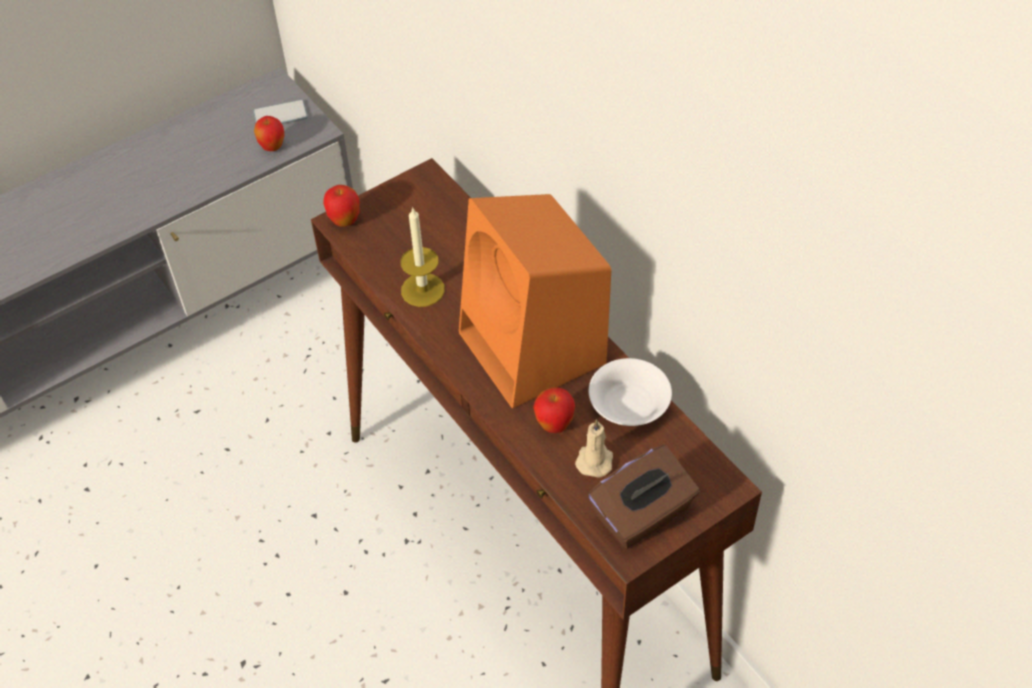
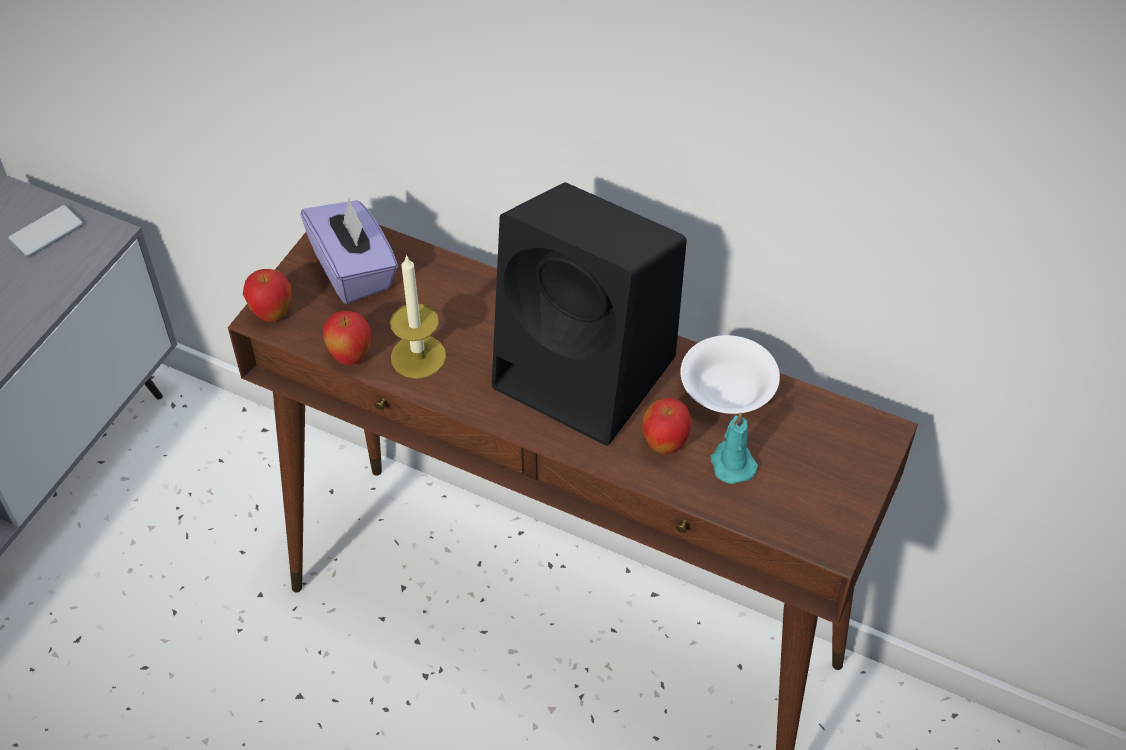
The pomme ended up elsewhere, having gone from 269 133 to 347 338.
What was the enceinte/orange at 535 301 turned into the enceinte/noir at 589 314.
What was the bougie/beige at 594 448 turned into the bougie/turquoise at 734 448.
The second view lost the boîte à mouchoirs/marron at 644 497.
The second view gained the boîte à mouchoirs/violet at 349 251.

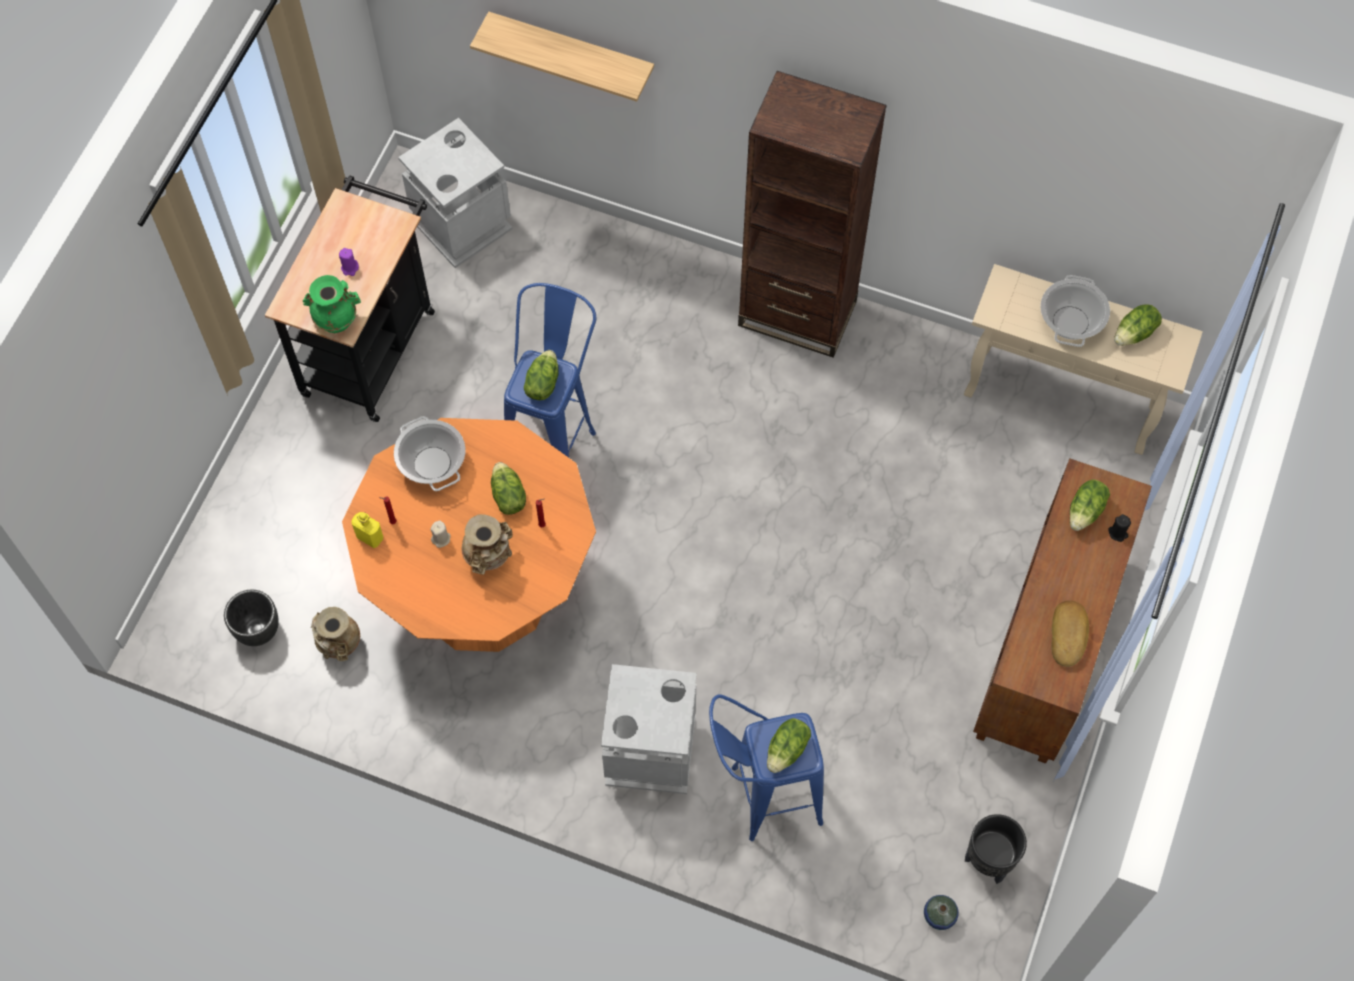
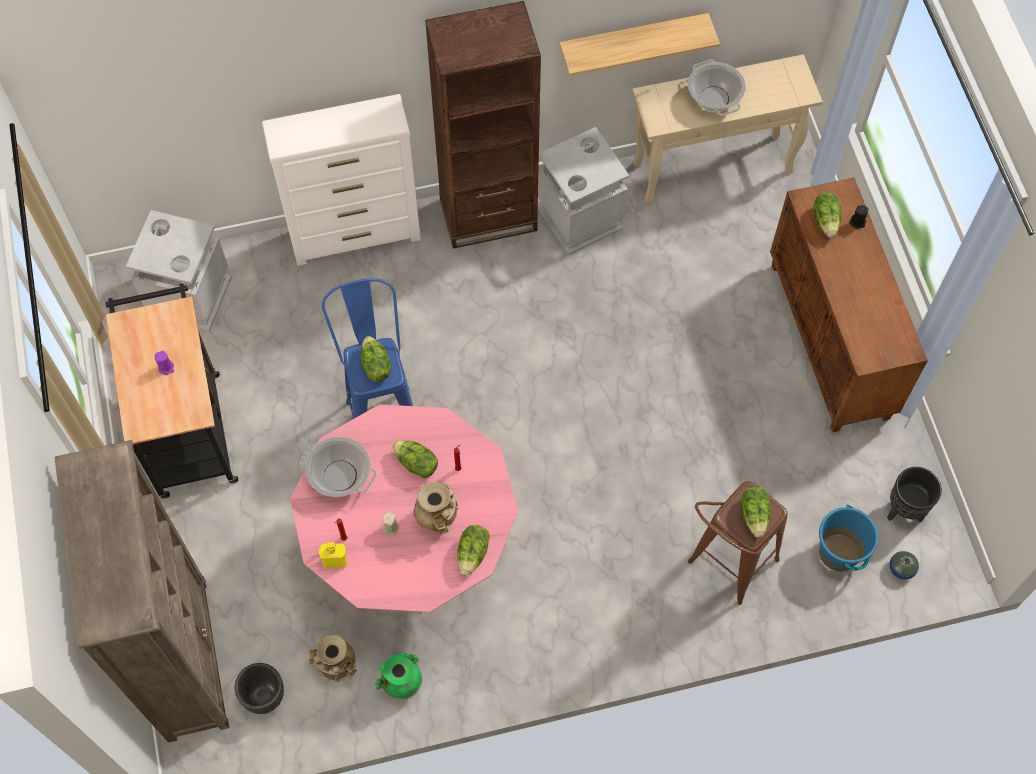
The étagère ended up elsewhere, having gone from 562 57 to 639 44.
The vase/vert ended up elsewhere, having gone from 332 304 to 398 676.
The laitue ended up elsewhere, having gone from 1138 325 to 473 550.
What was the table à manger/orange at 469 535 turned into the table à manger/rose at 404 508.
The second view lost the pain at 1070 633.
The poubelle/gris ended up elsewhere, having gone from 649 729 to 583 191.
What was the tabouret/bleu at 766 767 turned into the tabouret/marron at 738 543.
The second view gained the commode/blanc at 341 180.
The second view gained the bibliothèque/marron at 142 591.
The second view gained the seau/bleu at 849 538.

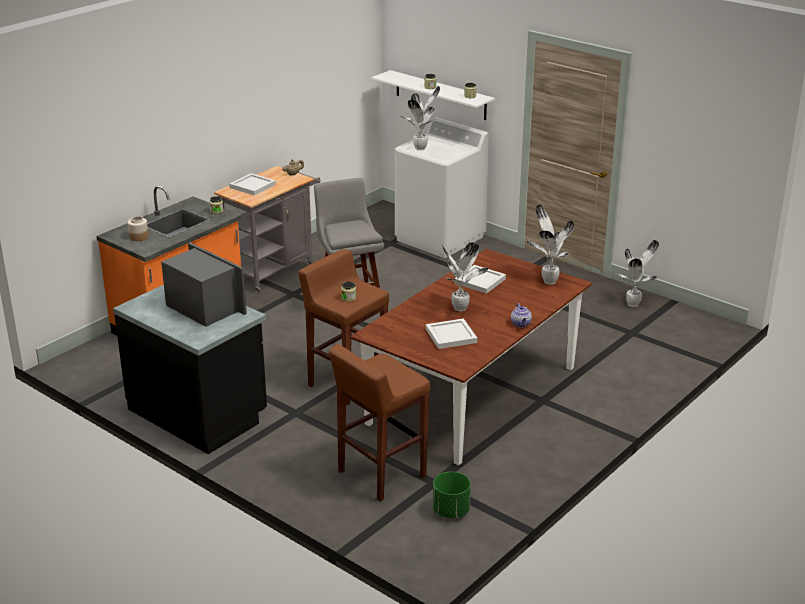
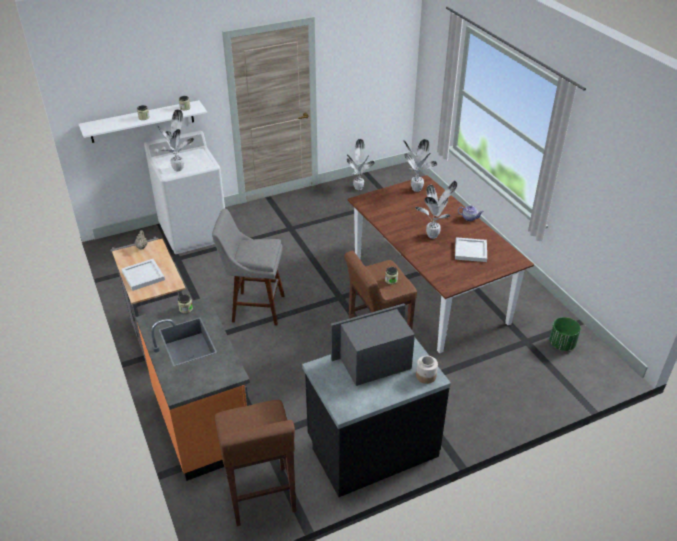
The bocal ended up elsewhere, having gone from 138 228 to 427 370.
The second view lost the plateau/blanc at 480 279.
The tabouret/marron ended up elsewhere, having gone from 380 422 to 255 463.

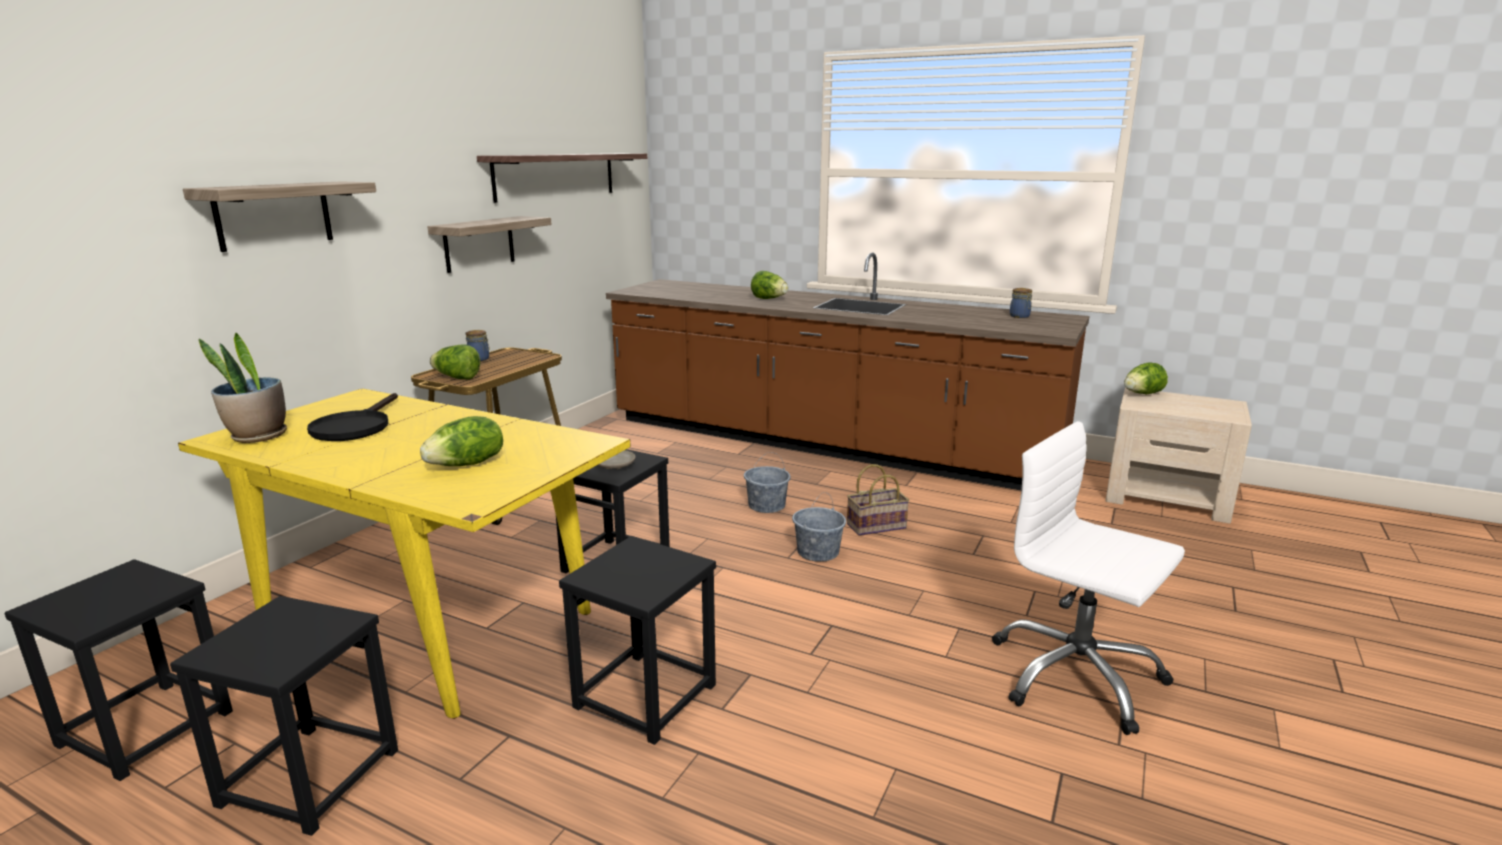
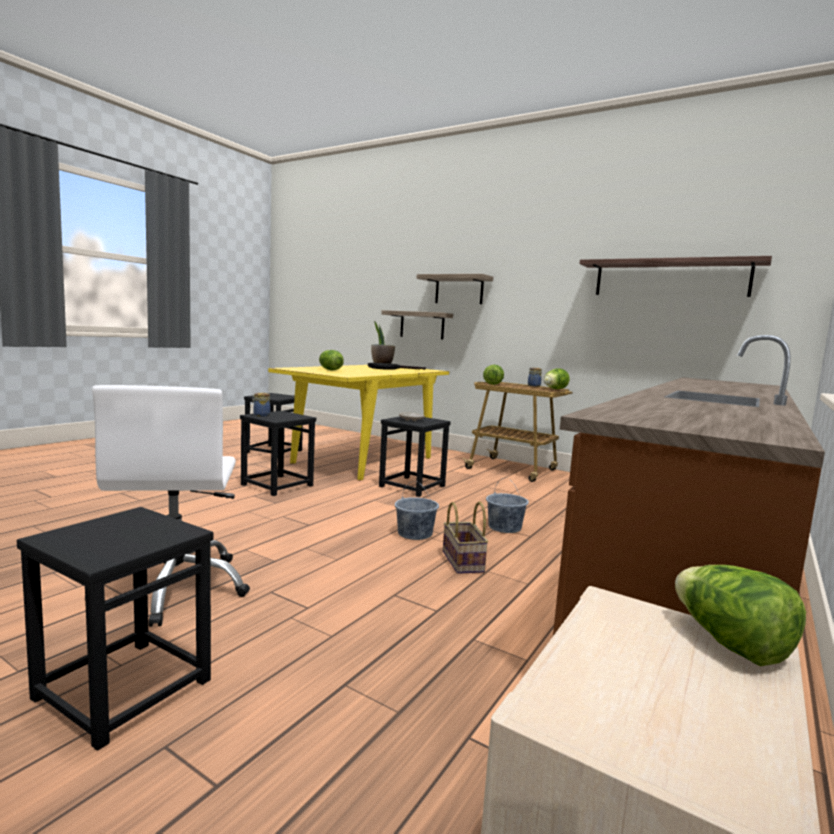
The étagère ended up elsewhere, having gone from 489 244 to 417 324.
The laitue ended up elsewhere, having gone from 769 285 to 556 379.
The bocal ended up elsewhere, having gone from 1021 303 to 261 404.
The chaise de bureau/blanc at 1088 578 ended up facing another way, 120 degrees clockwise from before.
The tabouret/noir ended up elsewhere, having gone from 118 670 to 115 629.

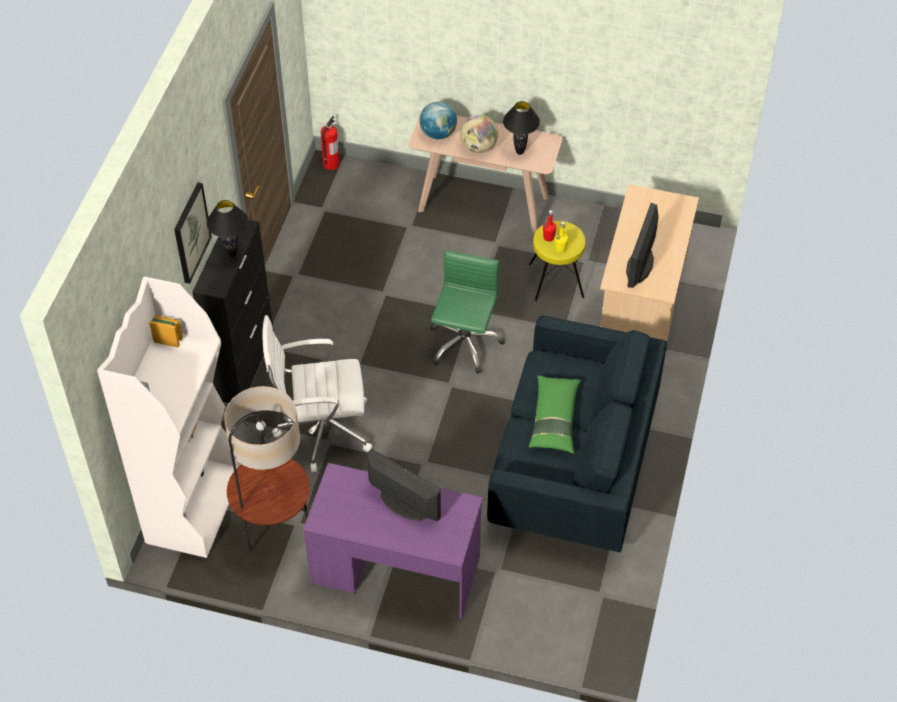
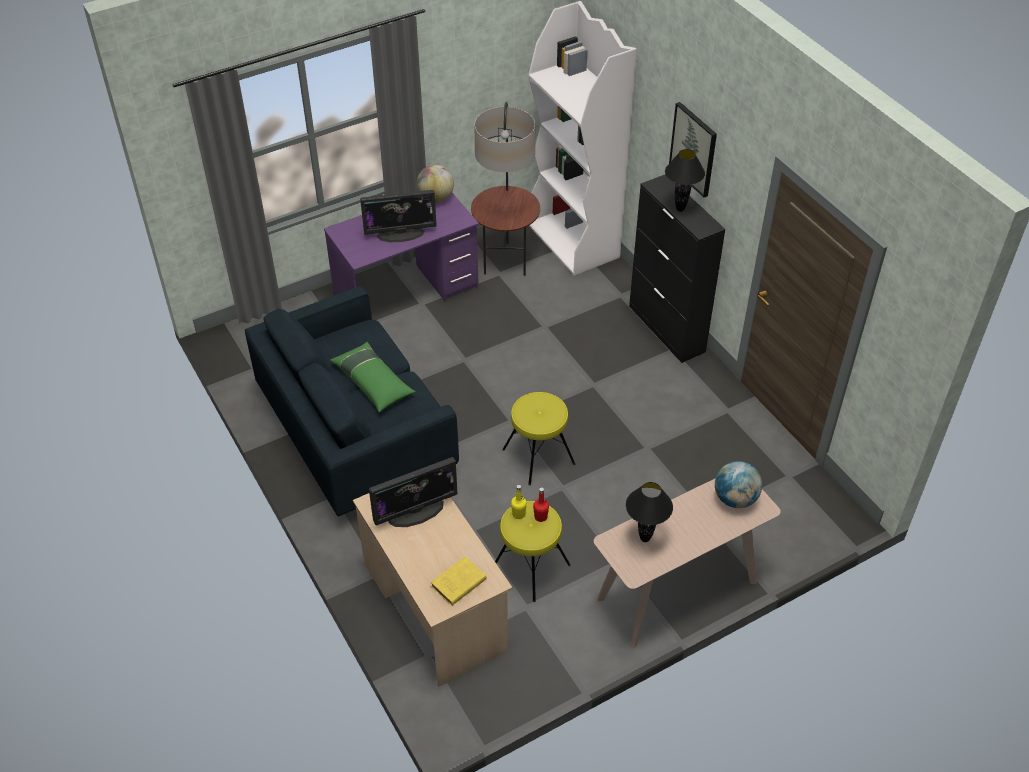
The globe ended up elsewhere, having gone from 479 134 to 435 184.
The second view lost the extincteur at 330 143.
The écran d'ordinateur at 642 245 ended up facing another way, 90 degrees clockwise from before.
Where the chaise de bureau/vert stood at 467 312, the tabouret/jaune came to stand at 538 439.
The second view lost the chaise de bureau/blanc at 317 393.
The second view gained the livre/jaune at 459 581.

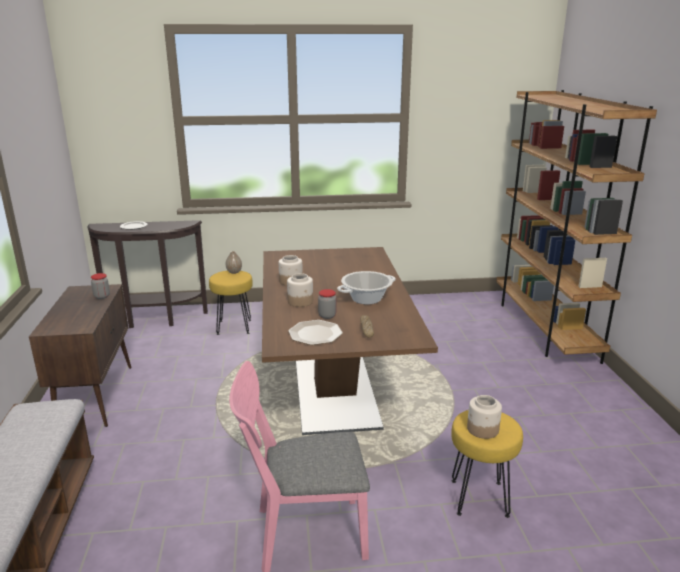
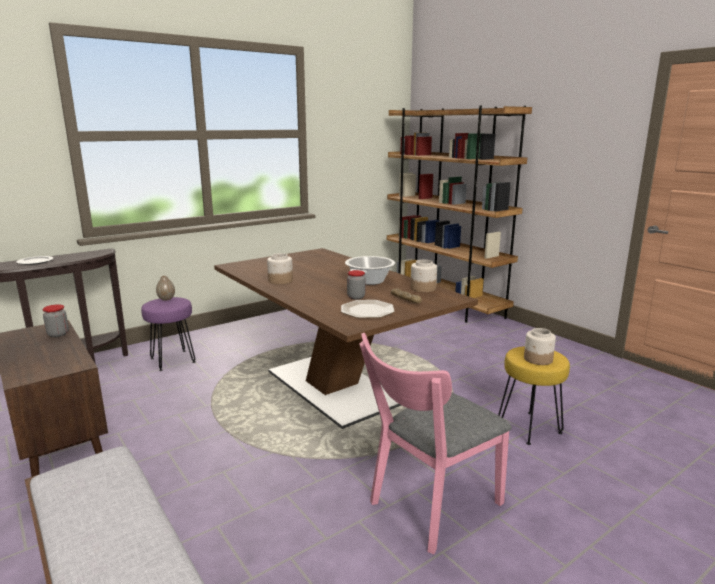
What was the tabouret/jaune at 231 302 turned into the tabouret/violet at 168 334.
The bocal ended up elsewhere, having gone from 300 290 to 423 276.

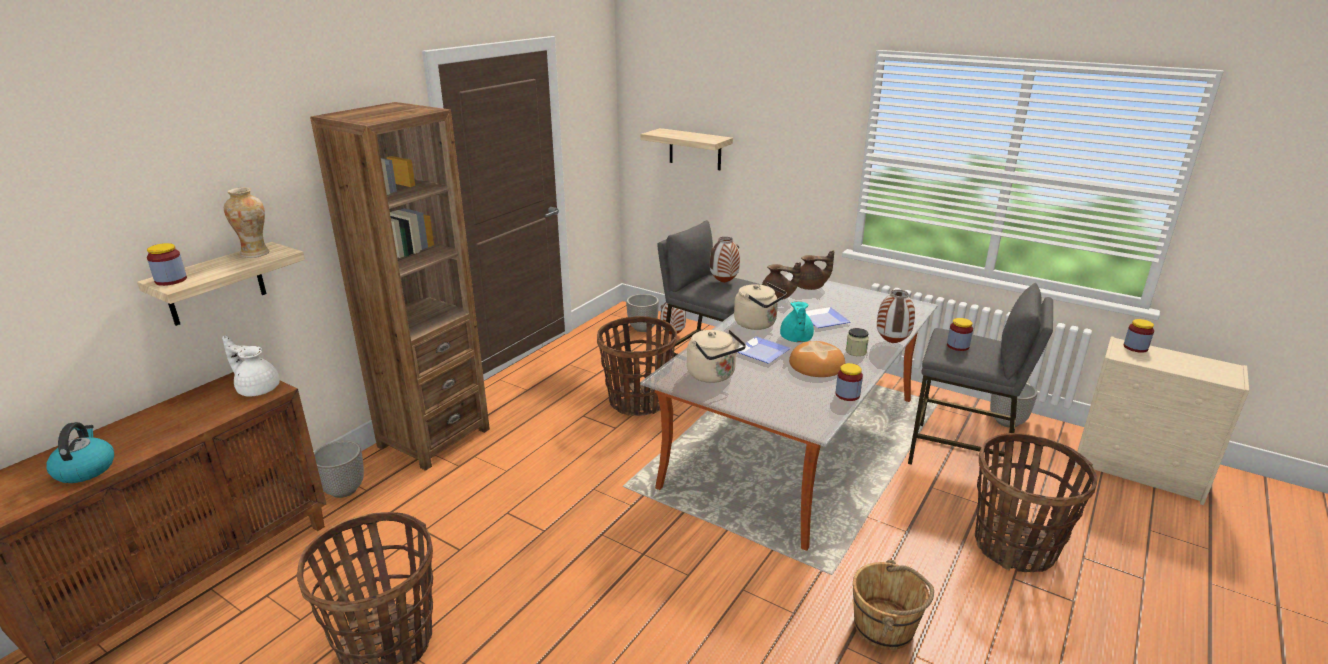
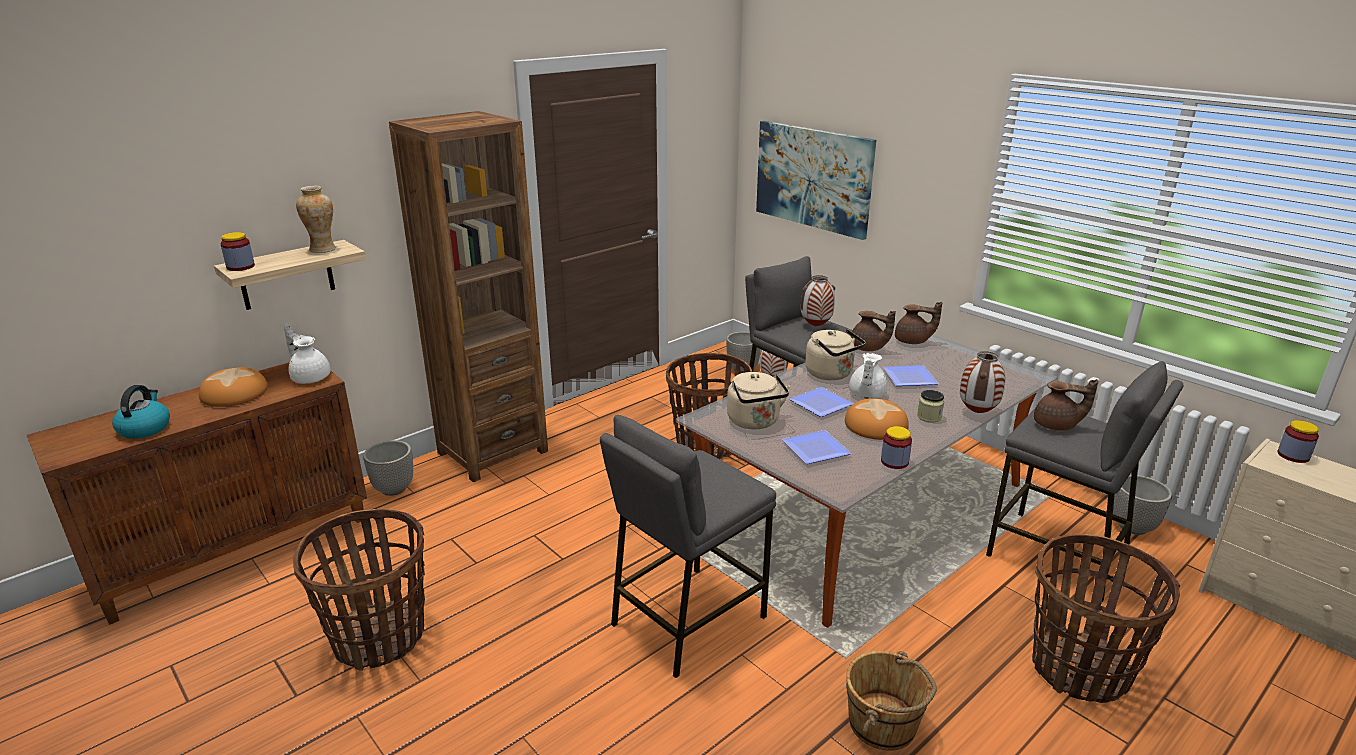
Where the étagère hung at 686 149, the tableau came to hang at 816 180.
What was the théière/turquoise at 797 321 turned into the théière/blanc at 868 376.
Where the bocal stood at 960 334, the théière/marron came to stand at 1066 405.
The second view gained the pain at 233 387.
The second view gained the tabouret/gris at 688 546.
The second view gained the assiette at 817 447.

